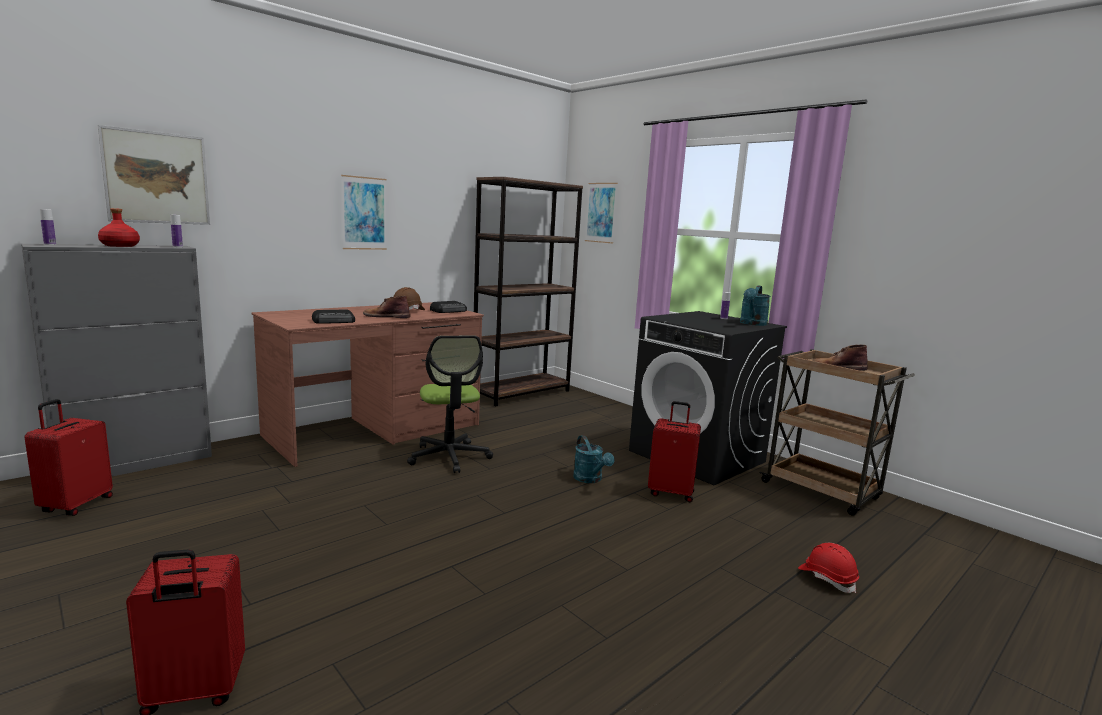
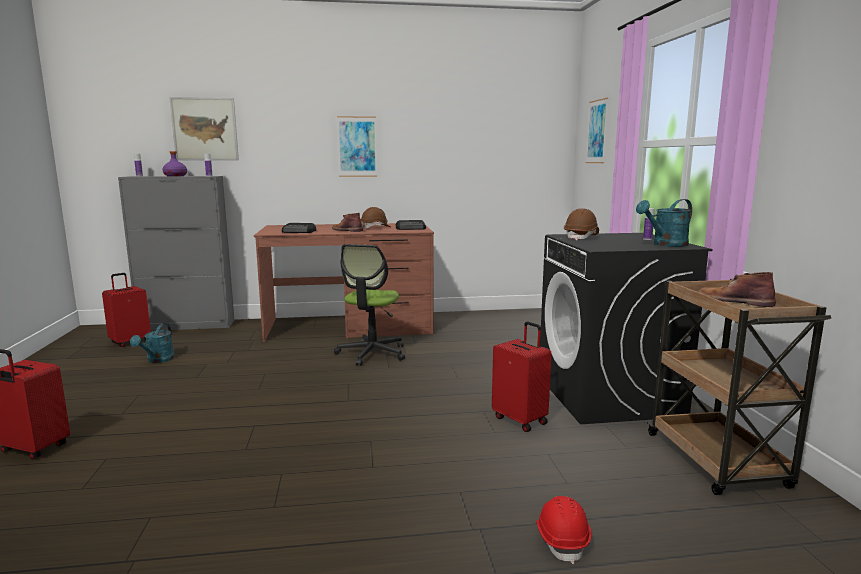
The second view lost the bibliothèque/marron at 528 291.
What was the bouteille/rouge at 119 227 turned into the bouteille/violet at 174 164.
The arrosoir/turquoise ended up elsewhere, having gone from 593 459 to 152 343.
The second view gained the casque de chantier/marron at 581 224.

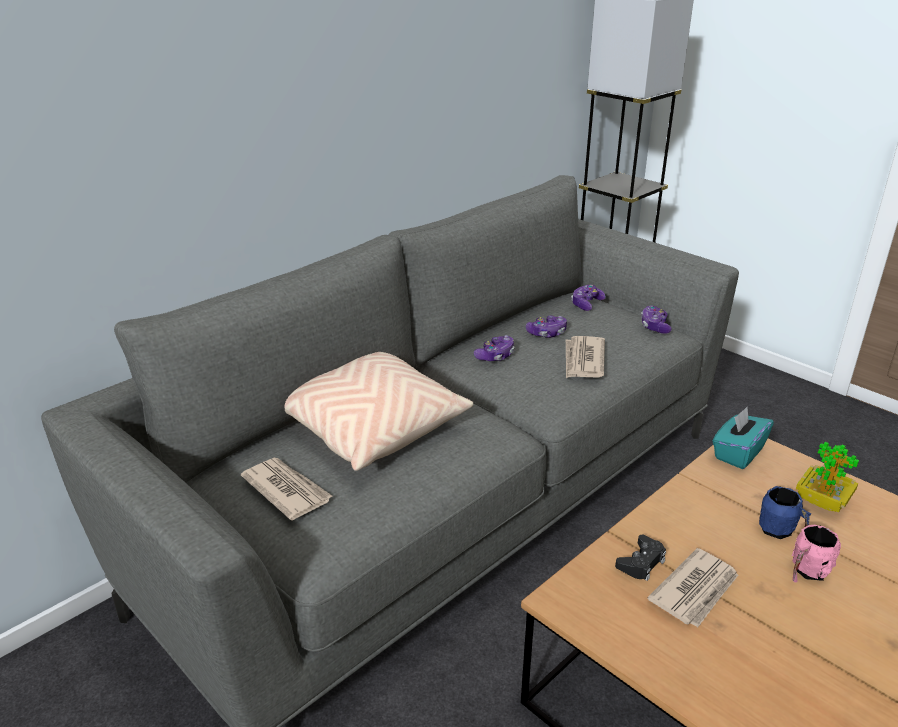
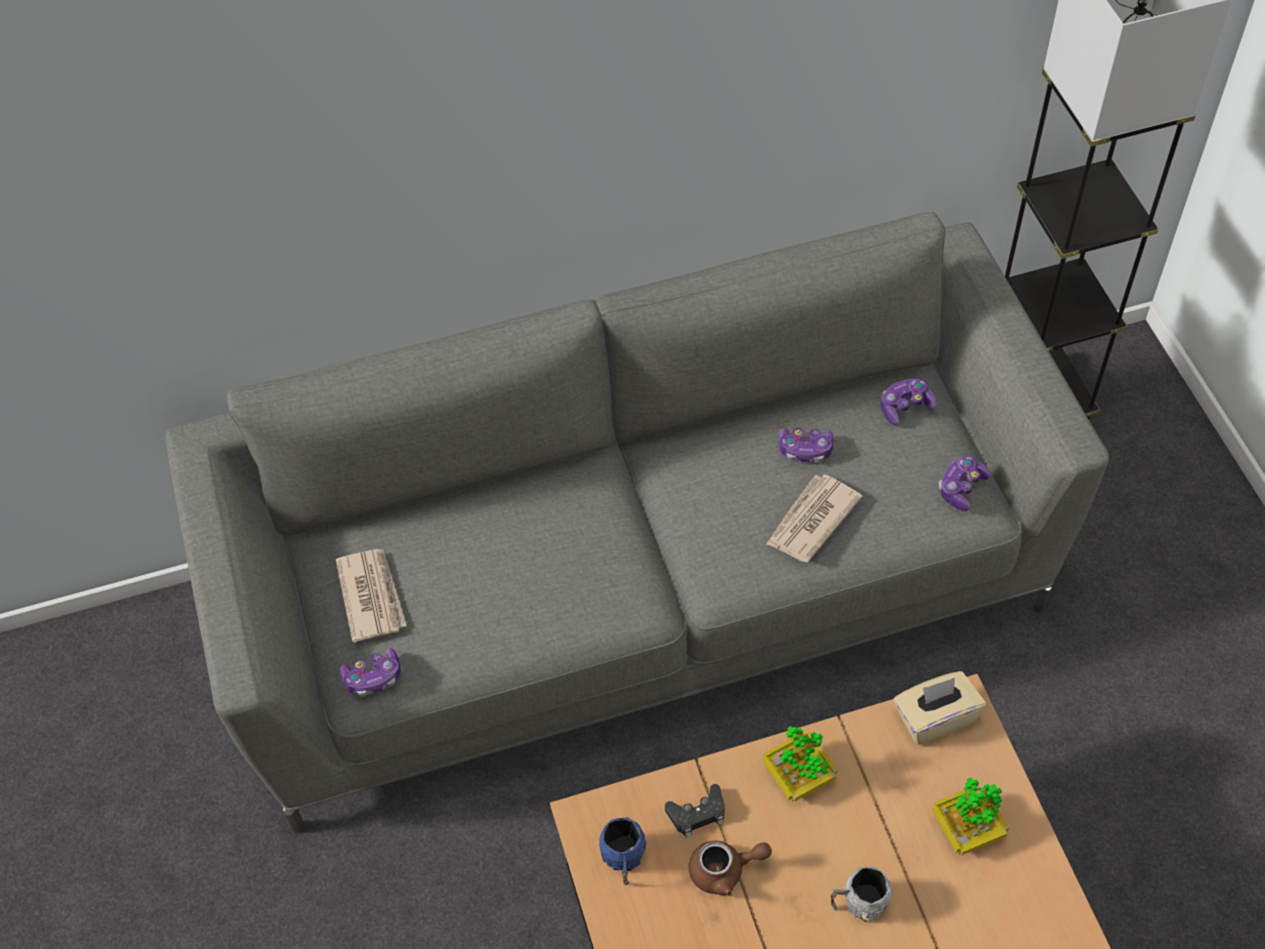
The manette ended up elsewhere, having gone from 494 348 to 370 672.
The second view lost the coussin/beige at 379 411.
What was the boîte à mouchoirs/turquoise at 743 438 turned into the boîte à mouchoirs/beige at 940 707.
The mug/bleu ended up elsewhere, having gone from 785 512 to 622 851.
What was the mug/rose at 816 554 turned into the mug/gris at 861 894.
Where the journal stood at 692 587, the théière/marron came to stand at 730 868.
The second view gained the plante en pot at 800 764.

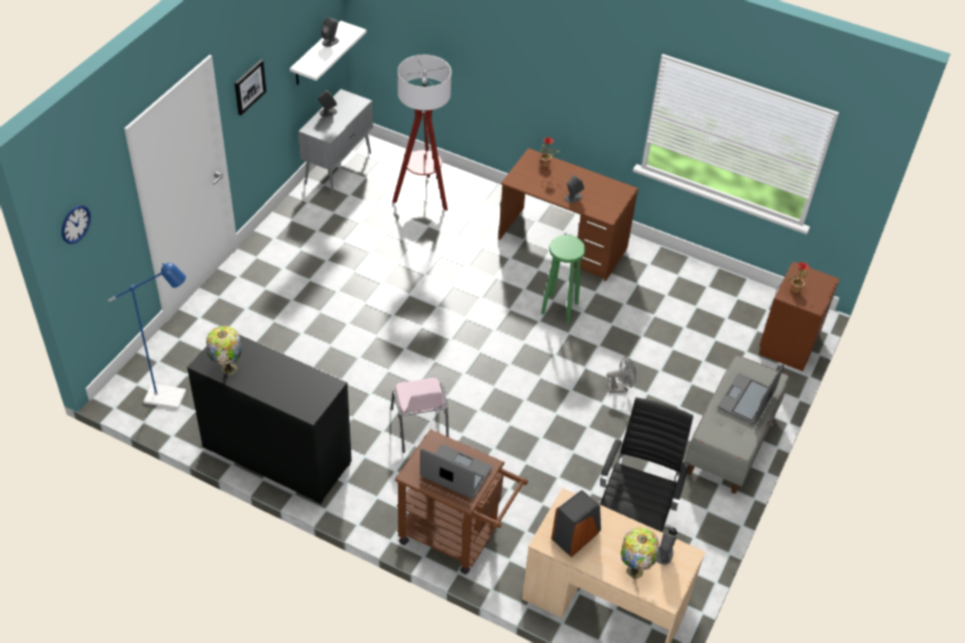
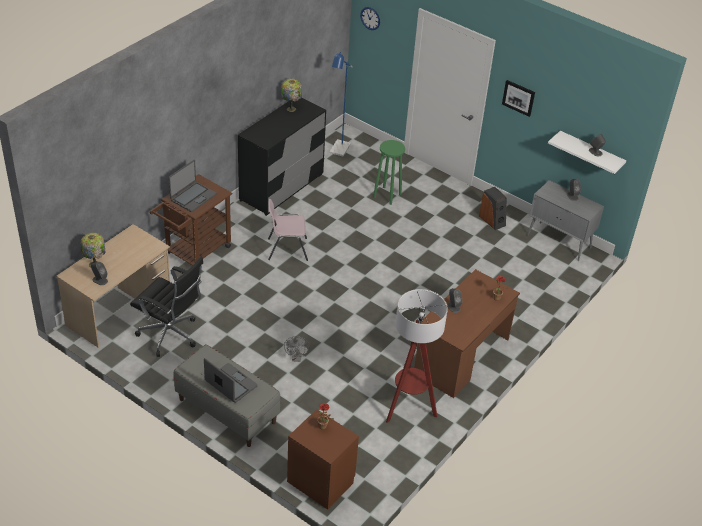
The lampadaire ended up elsewhere, having gone from 421 133 to 417 356.
The tabouret/vert ended up elsewhere, having gone from 563 278 to 389 172.
The enceinte ended up elsewhere, having gone from 576 523 to 493 208.

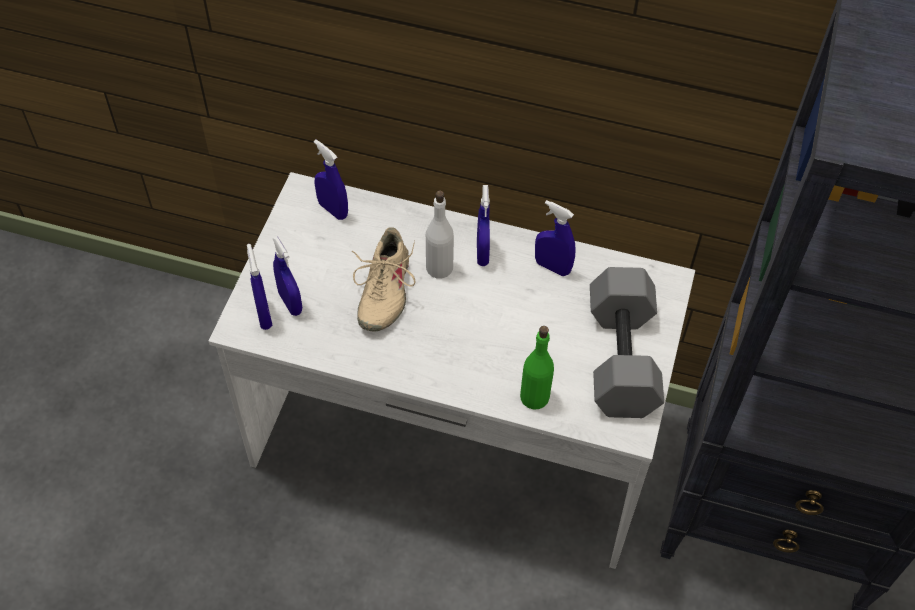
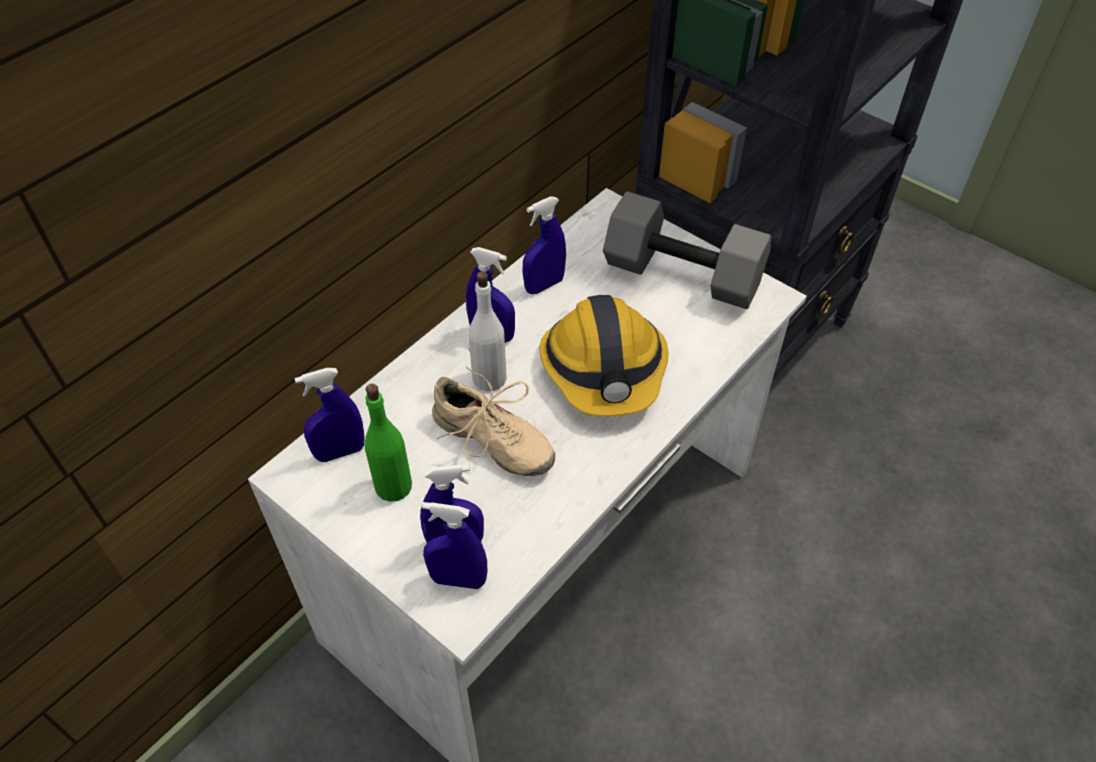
The bouteille/vert ended up elsewhere, having gone from 537 368 to 388 443.
The second view gained the casque de chantier at 604 355.

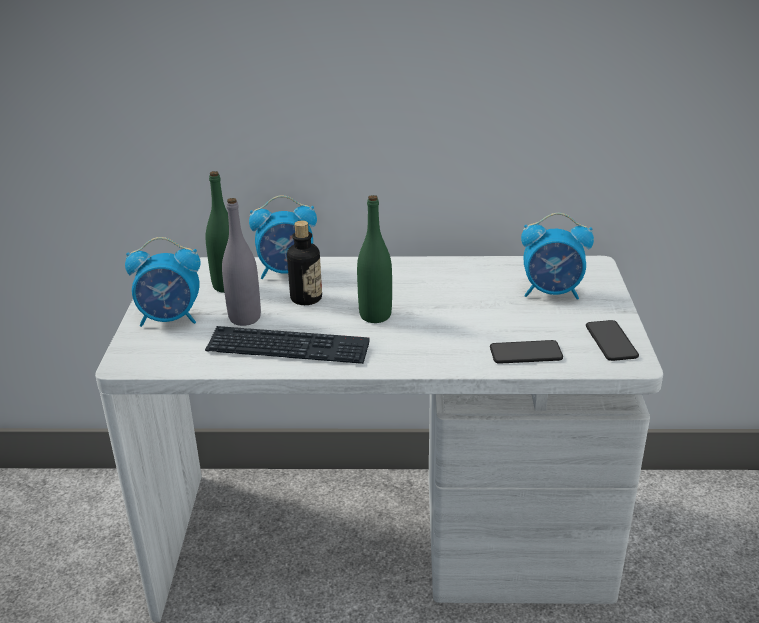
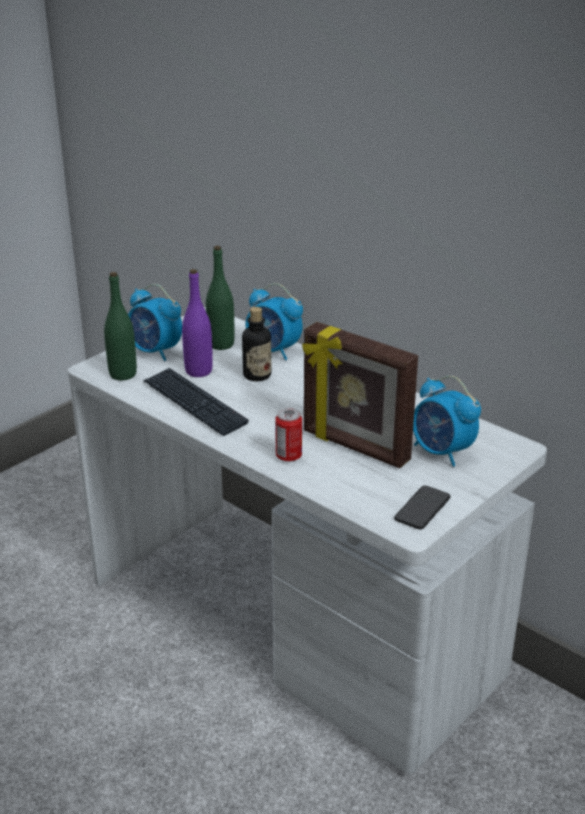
The bouteille/vert ended up elsewhere, having gone from 374 259 to 120 326.
What was the bouteille/gris at 241 262 turned into the bouteille/violet at 197 323.
The second view lost the téléphone at 526 352.
The second view gained the cadre photo at 360 395.
The second view gained the boîte métallique at 288 435.

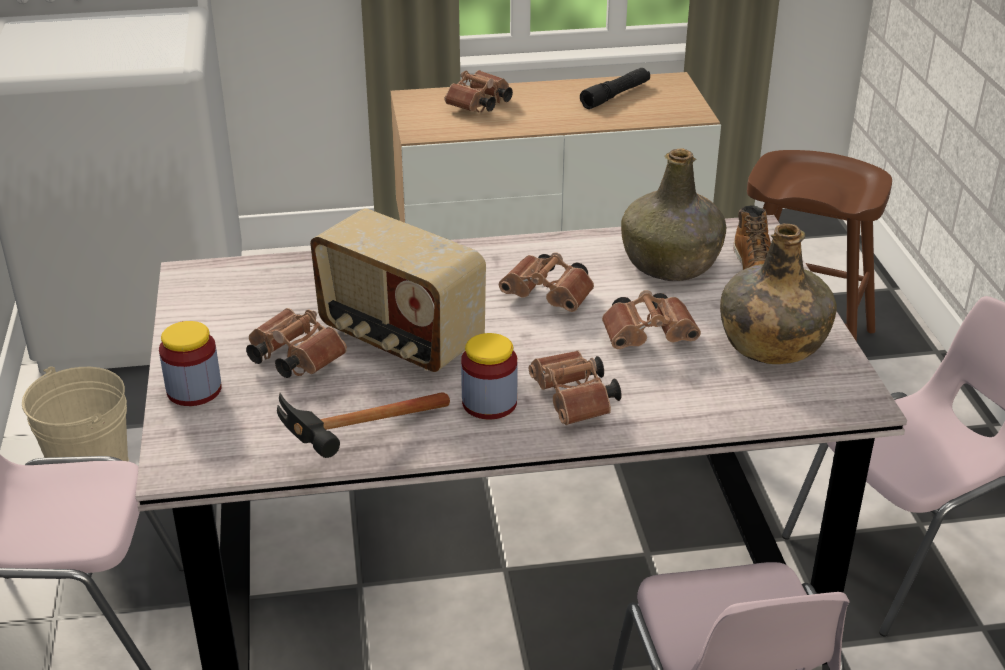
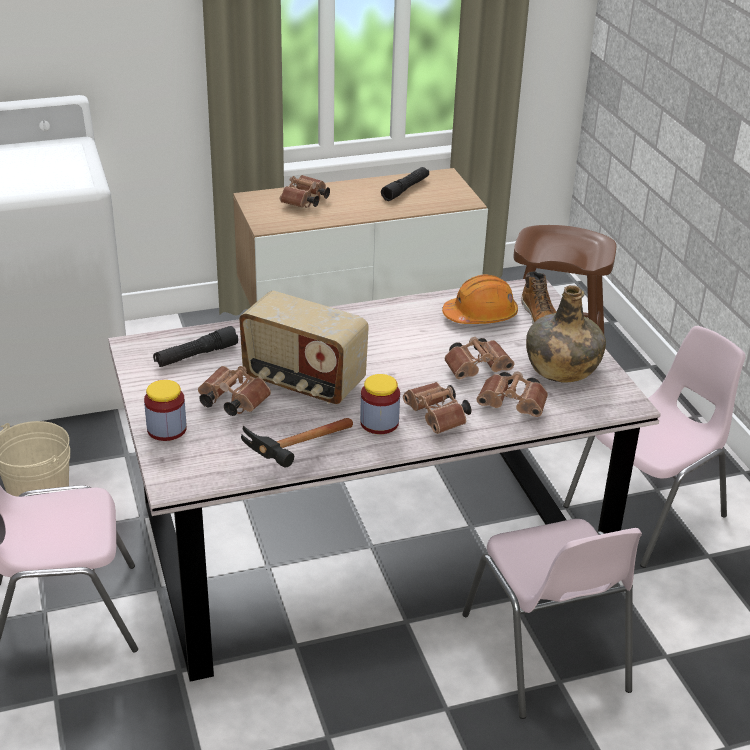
Where the bouteille/vert stood at 673 214, the casque de chantier/orange came to stand at 480 299.
The jumelles/marron ended up elsewhere, having gone from 546 282 to 512 394.
The second view gained the lampe de poche/noir at 195 346.

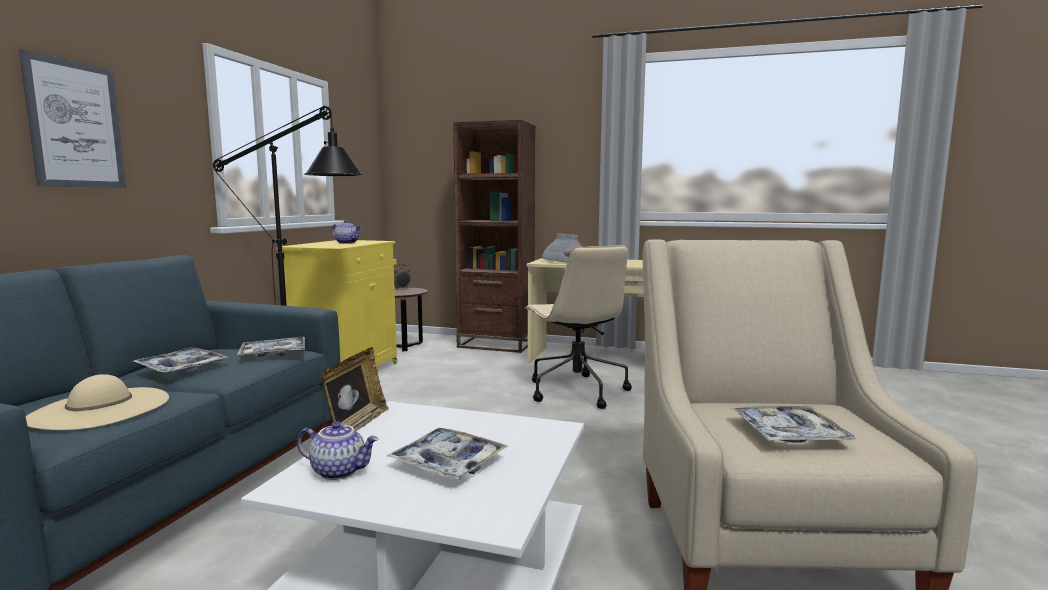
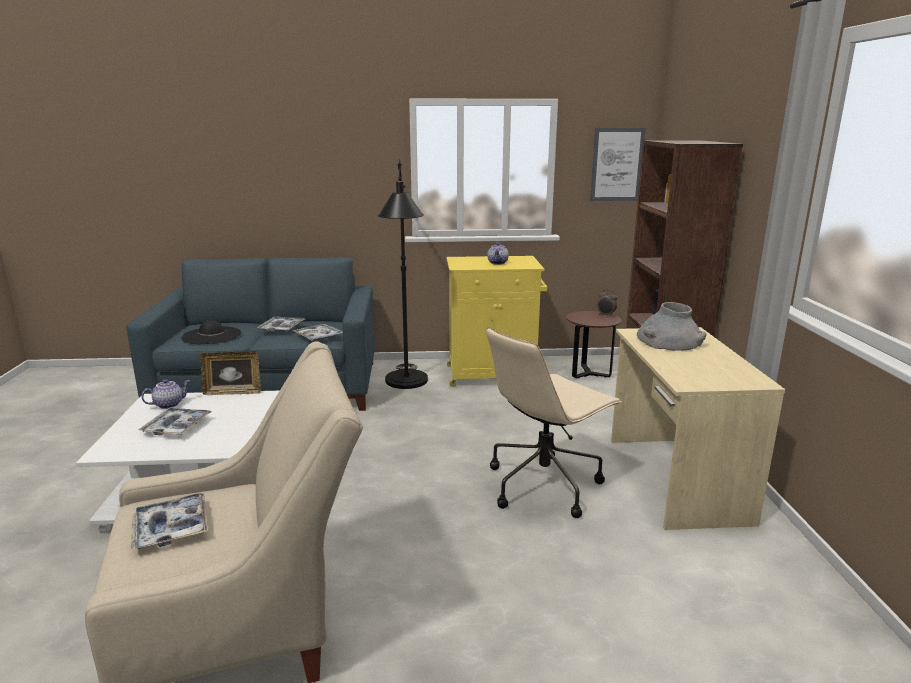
The tableau ended up elsewhere, having gone from 72 118 to 618 164.
What was the chapeau/beige at 97 402 turned into the chapeau/noir at 211 331.
The théière at 337 450 ended up facing another way, 120 degrees counterclockwise from before.

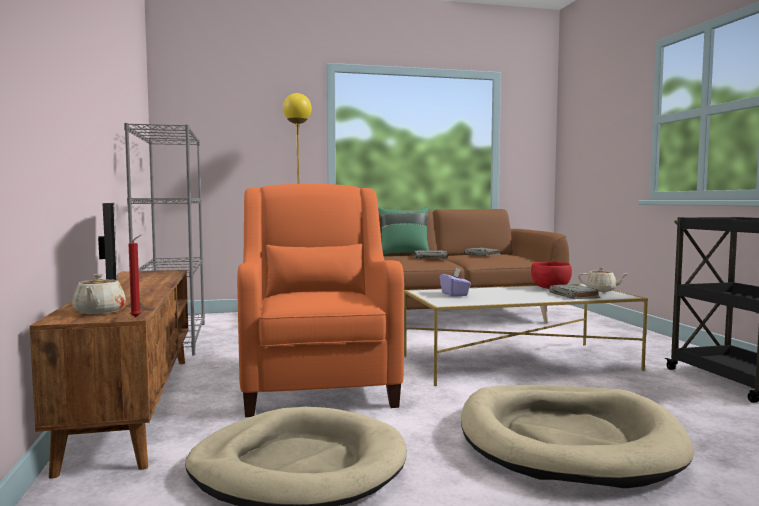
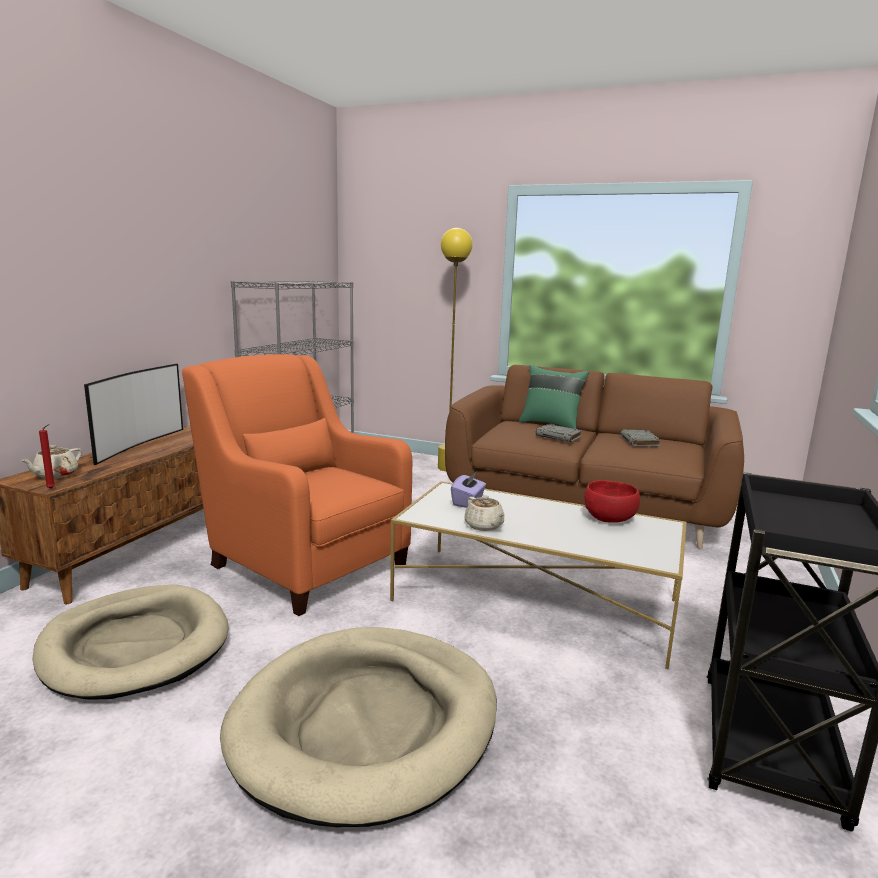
The fauteuil/orange at 320 300 ended up facing another way, 75 degrees counterclockwise from before.
The théière/beige ended up elsewhere, having gone from 603 279 to 484 513.
The second view lost the livre/gris at 575 291.

